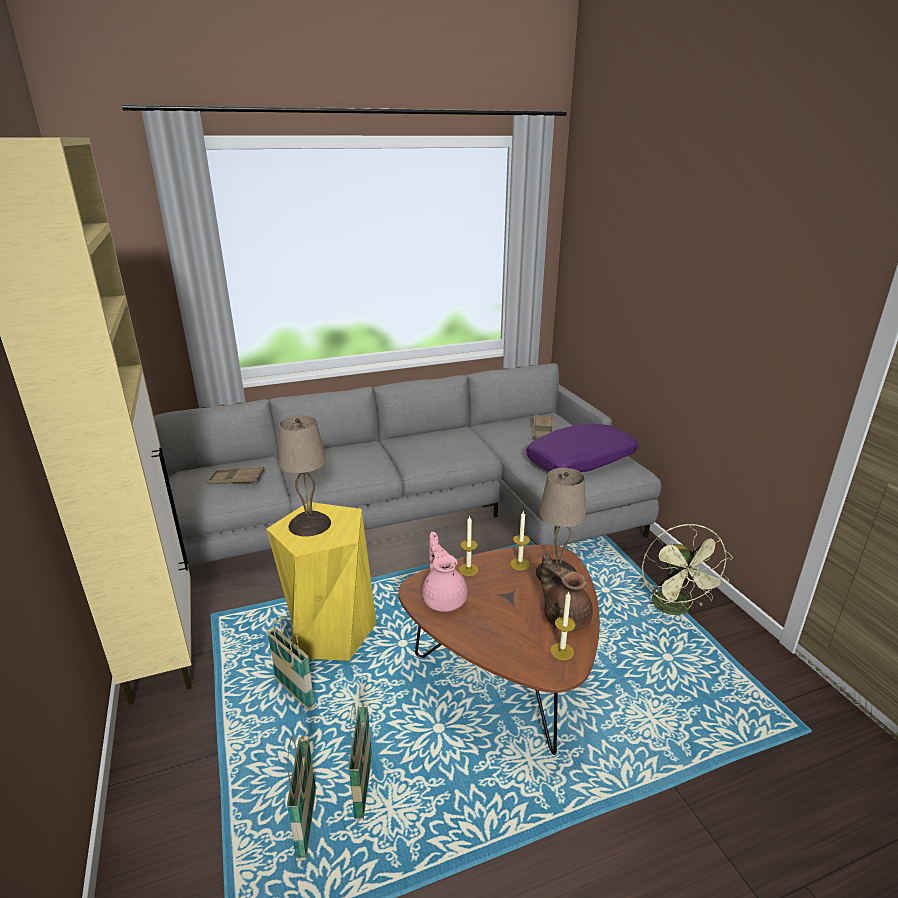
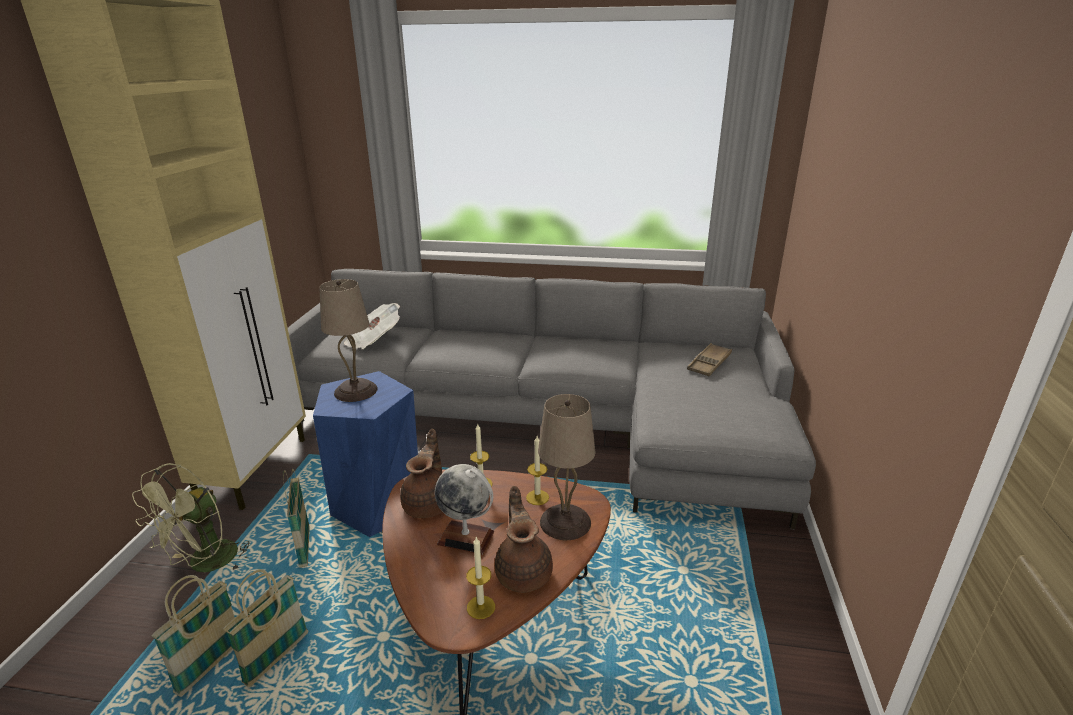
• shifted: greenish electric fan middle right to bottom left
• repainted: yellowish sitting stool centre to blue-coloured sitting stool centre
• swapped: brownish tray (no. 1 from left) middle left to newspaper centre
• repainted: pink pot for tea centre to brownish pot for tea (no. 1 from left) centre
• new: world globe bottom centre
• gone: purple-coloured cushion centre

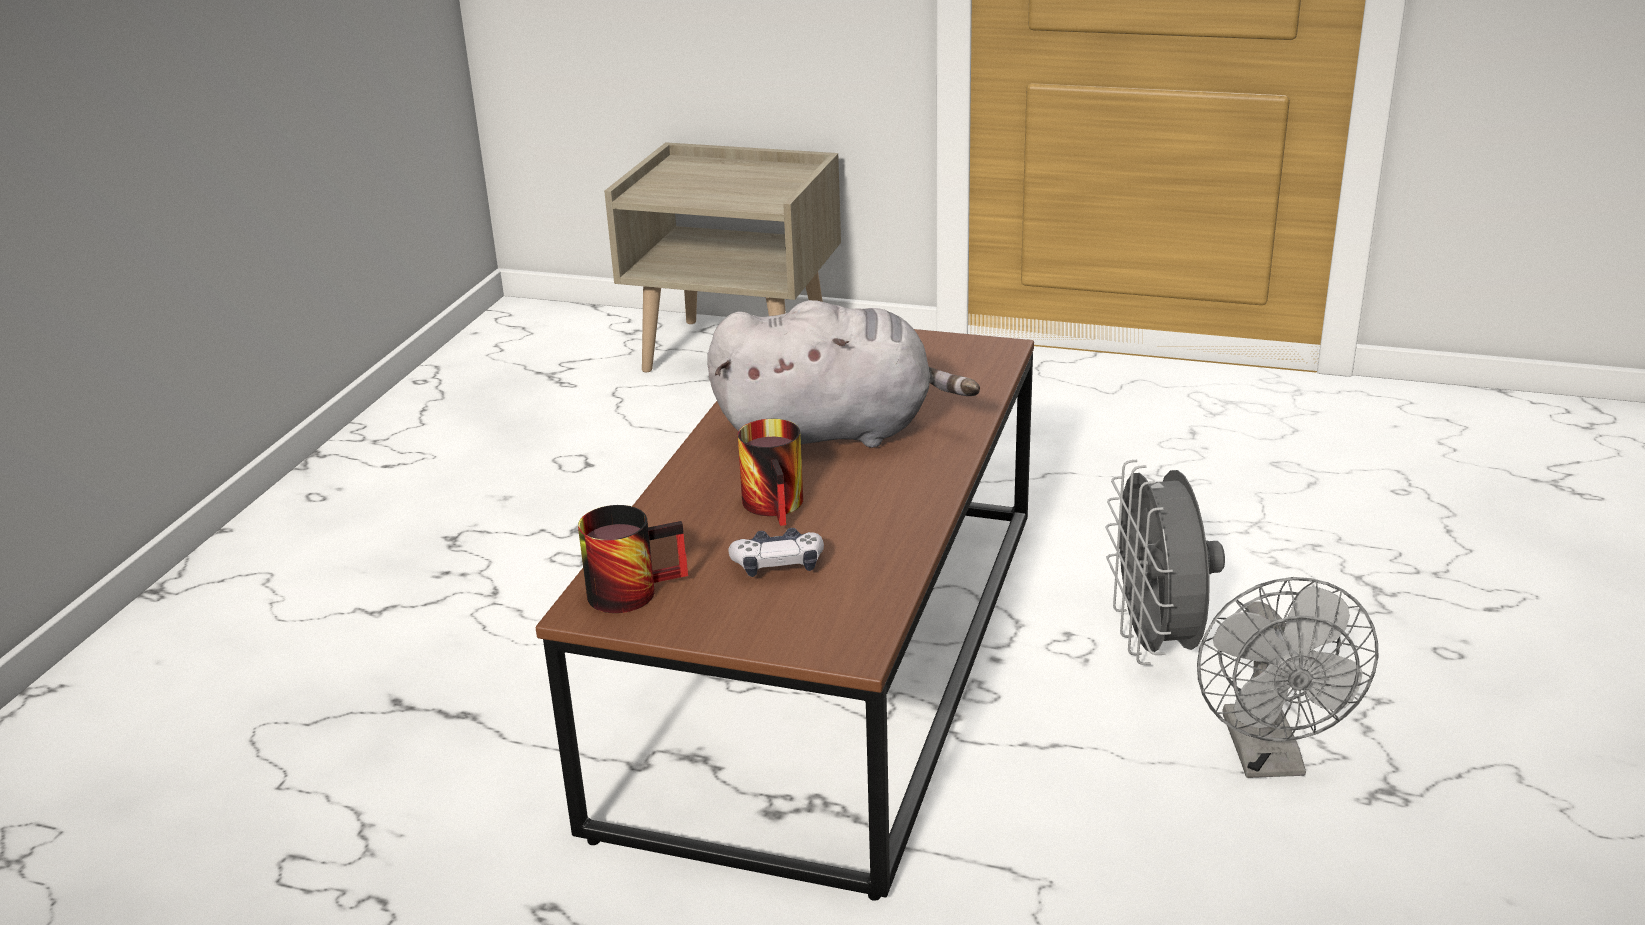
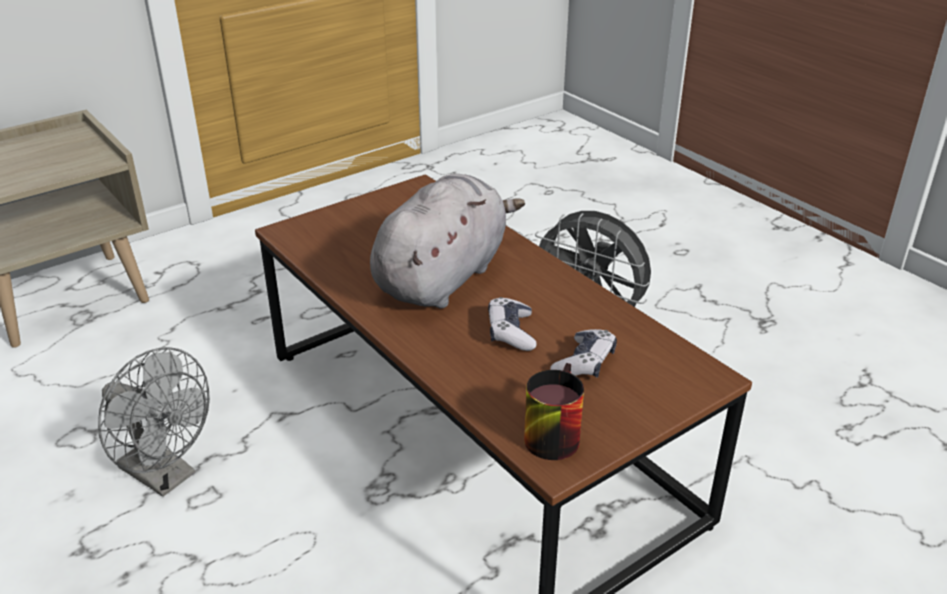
• shifted: gray electric fan (no. 2 from left in the first image) bottom right to gray electric fan (no. 1 from left) bottom left
• swapped: coffee mug (no. 2 from left) centre to joypad (no. 1 from left) centre

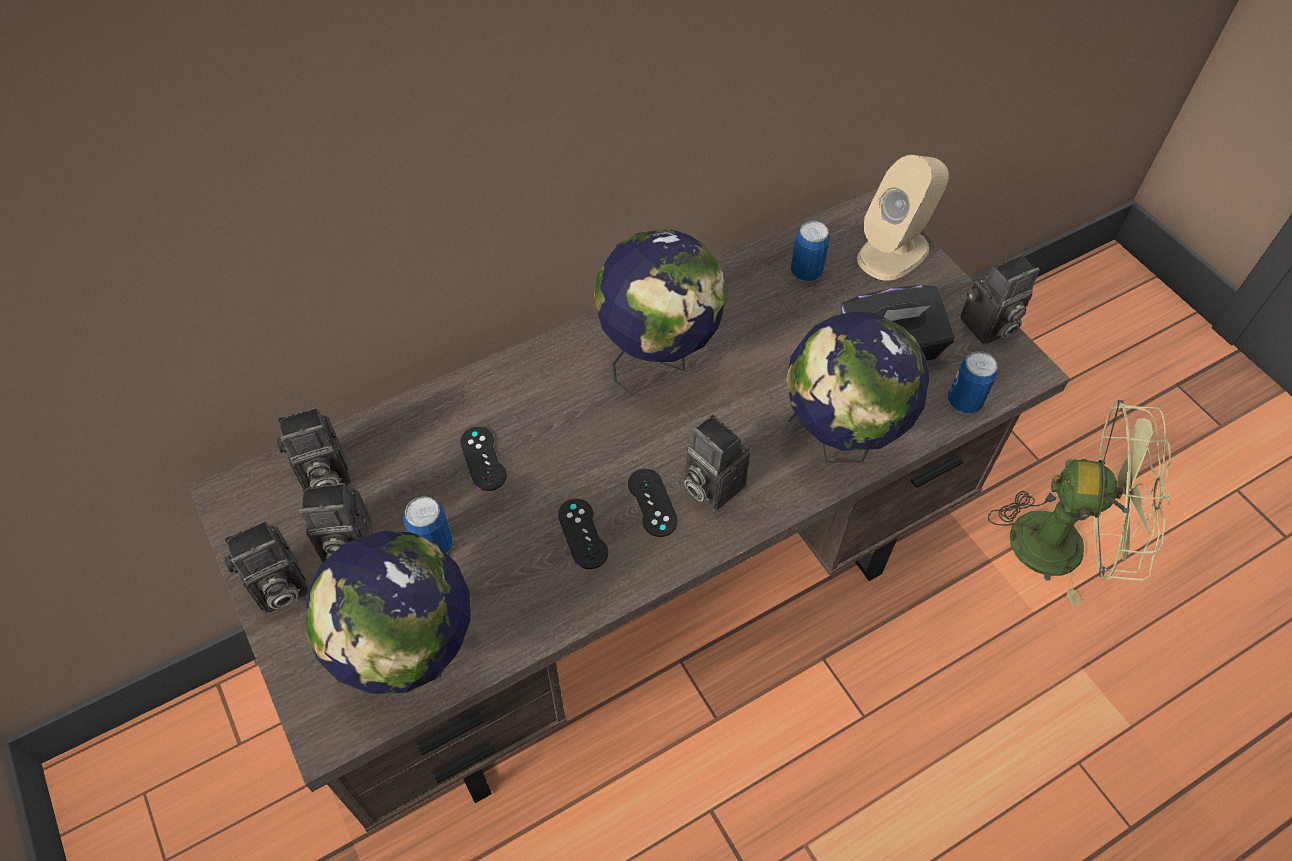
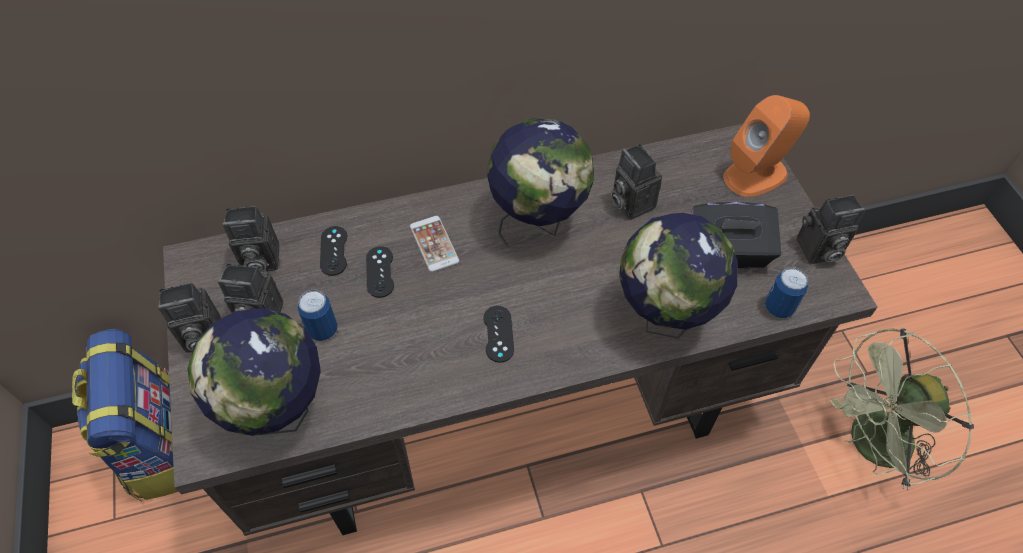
• new: rucksack bottom left
• shifted: black-coloured joypad (no. 2 from left in the first image) centre to black-coloured joypad (no. 1 from left) middle left
• new: telephone centre
• shifted: photo camera (no. 4 from left) centre to top centre
• repainted: sand-coloured audio speaker top right to orangey audio speaker top right
• rotated: greenish electric fan middle right = bottom right 135 degrees clockwise
• gone: sealed can (no. 2 from left) top centre

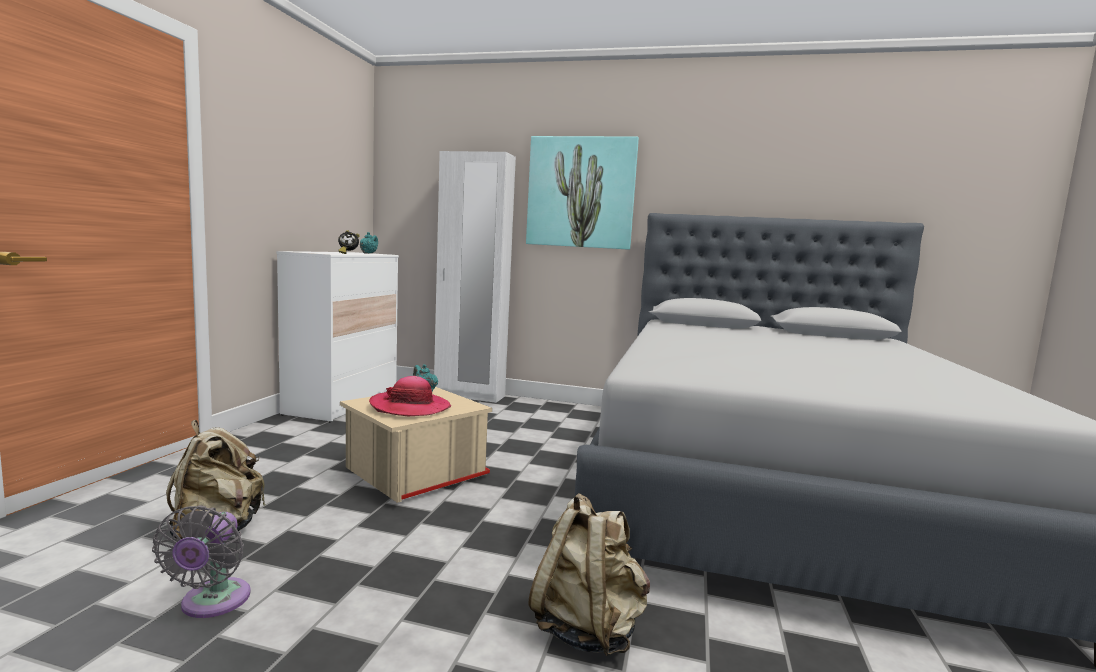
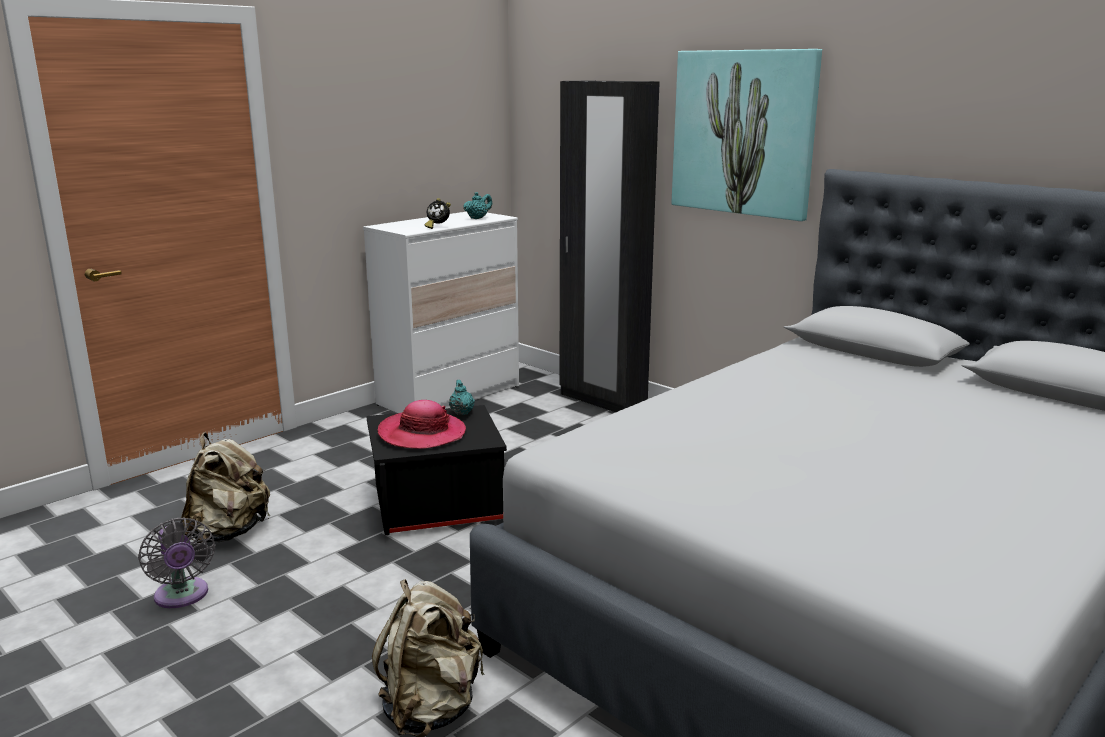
• rotated: gray electric fan bottom left = bottom left 60 degrees counterclockwise
• repainted: sand-coloured storage box centre to black-coloured storage box centre
• repainted: white-coloured wardrobe centre to black-coloured wardrobe centre

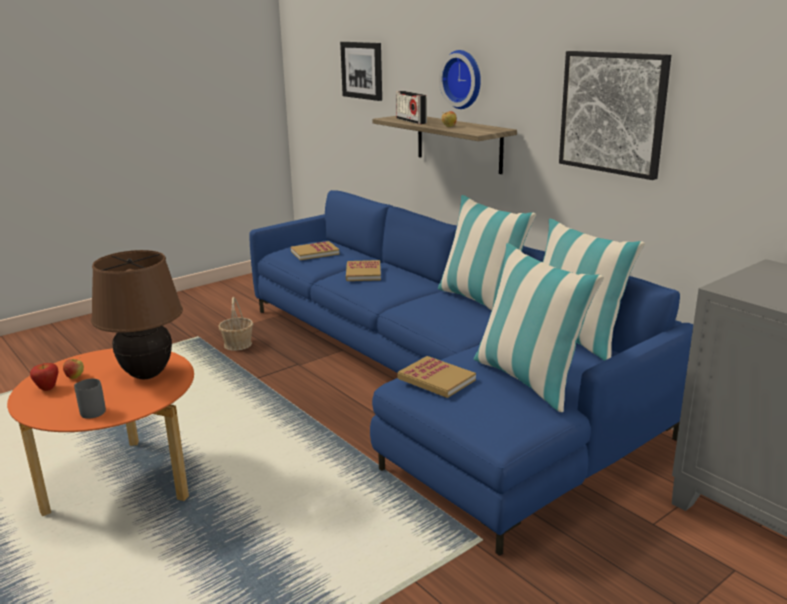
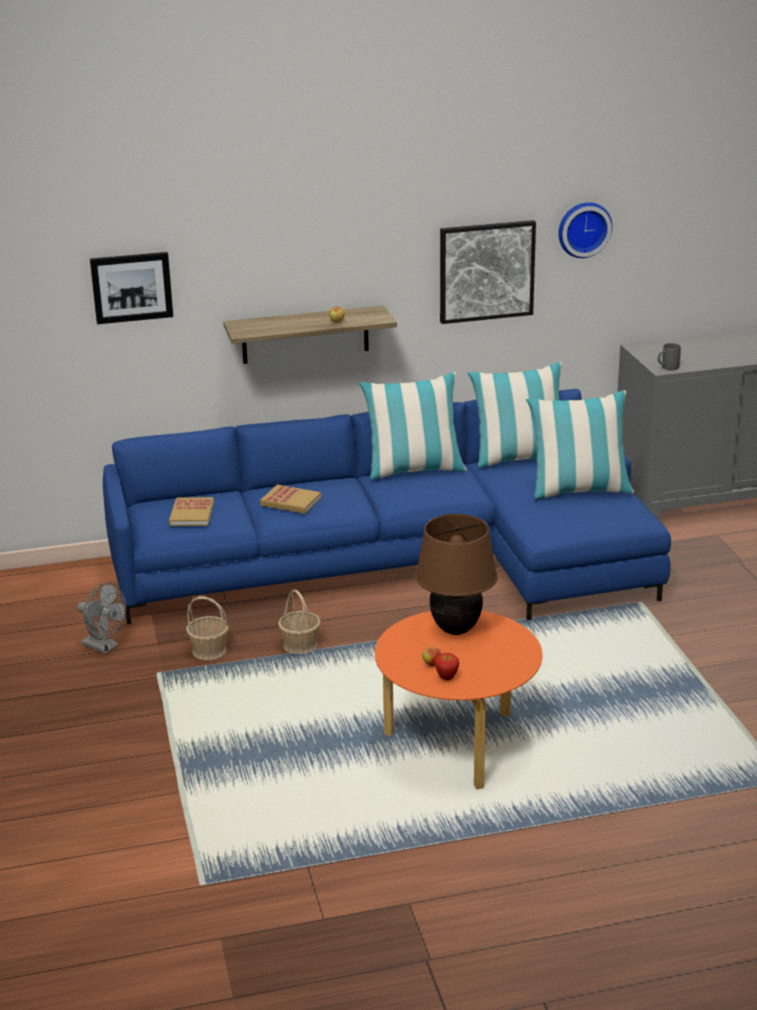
• new: gray electric fan middle left
• new: household basket (no. 2 from left) centre
• shifted: hanging clock top centre to top right
• shifted: gray coffee mug middle left to middle right
• gone: radio set top centre
• gone: bound book (no. 3 from left) centre

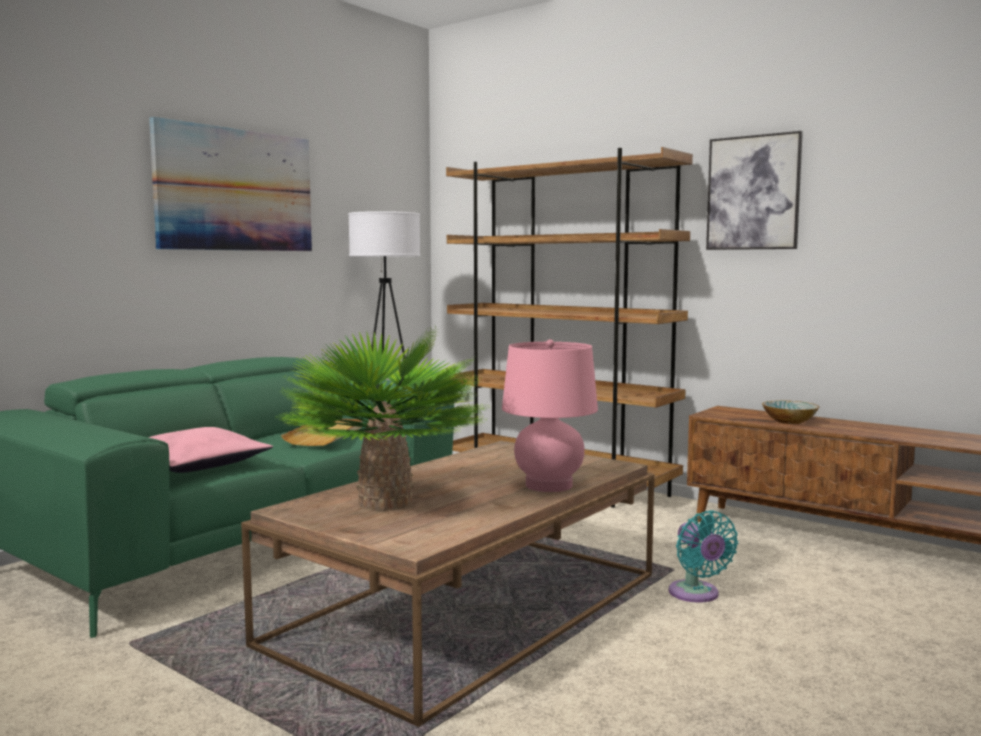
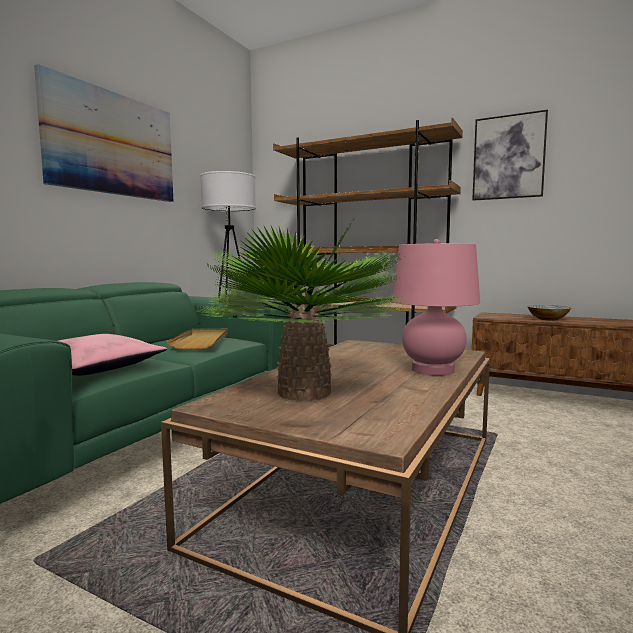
• gone: turquoise-coloured electric fan bottom right

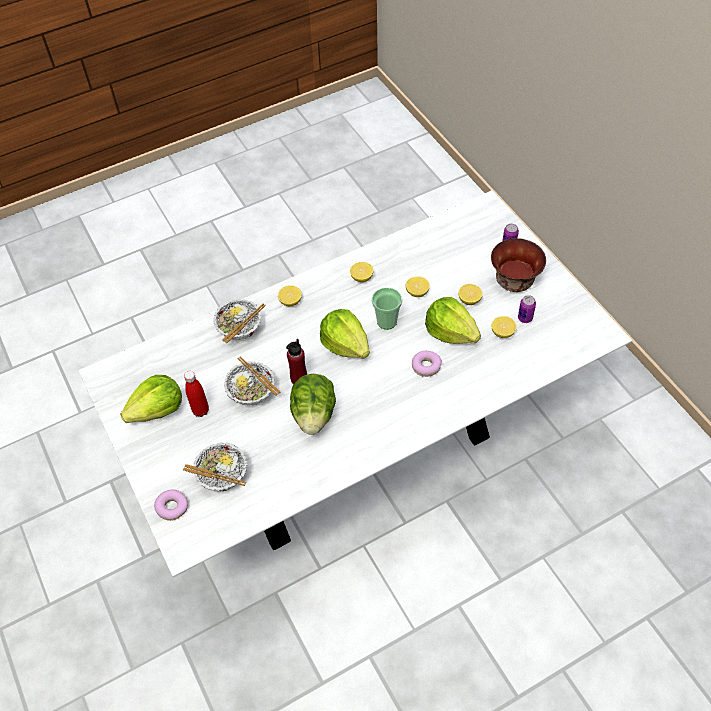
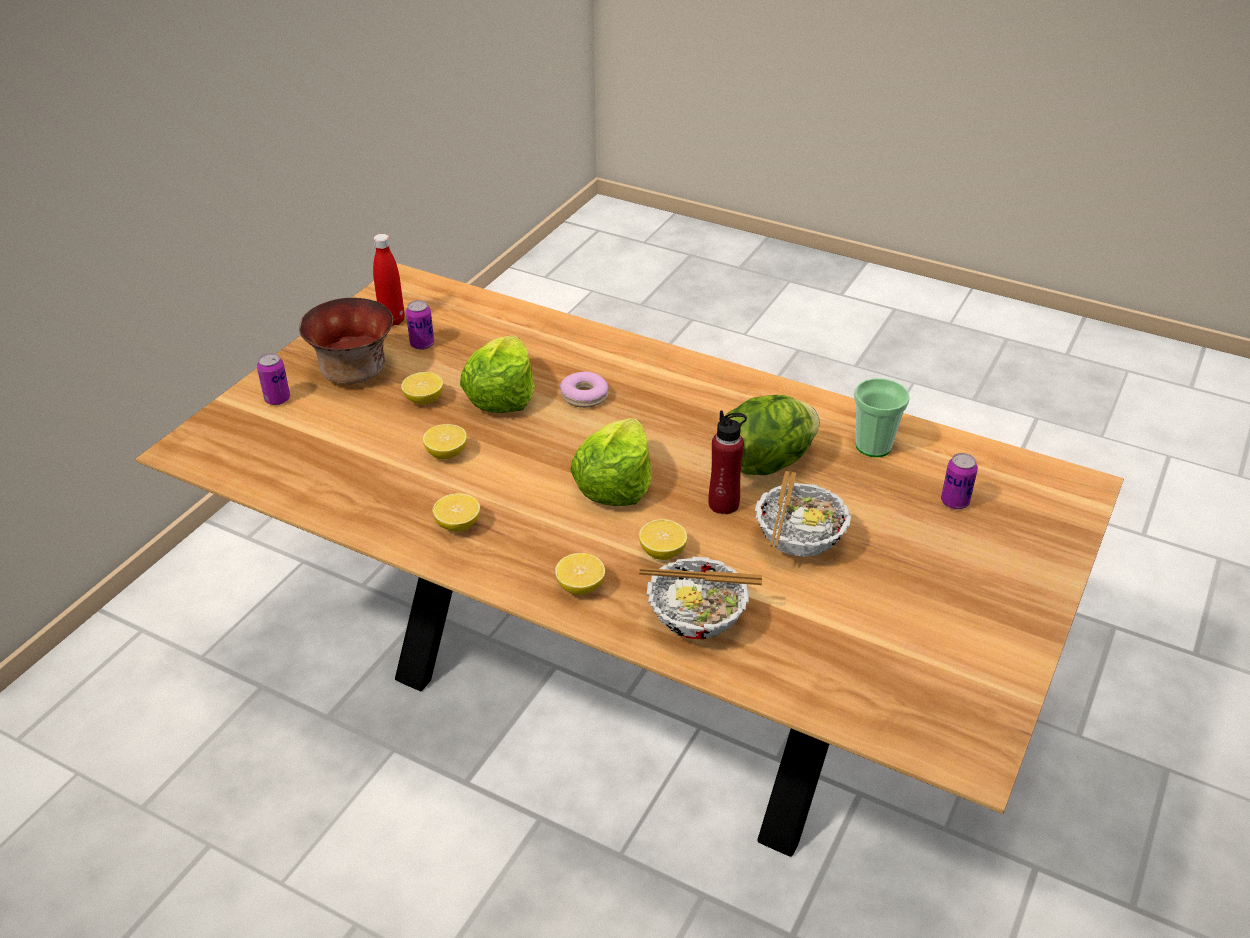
• repainted: white-coloured dinner table centre to brownish dinner table centre
• shifted: red bottle (no. 1 from left) middle left to top left
• shifted: whole lemon (no. 5 from left) middle right to centre
• shifted: small cup centre to middle right
• swapped: serving bowl (no. 1 from left) middle left to sealed can (no. 3 from left) middle right
• gone: lettuce (no. 1 from left) middle left
• gone: donut (no. 1 from left) bottom left

